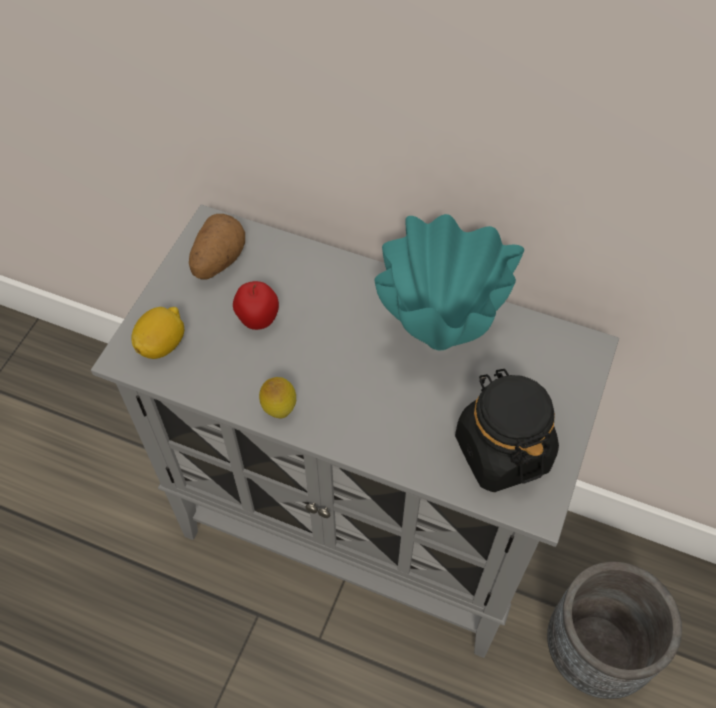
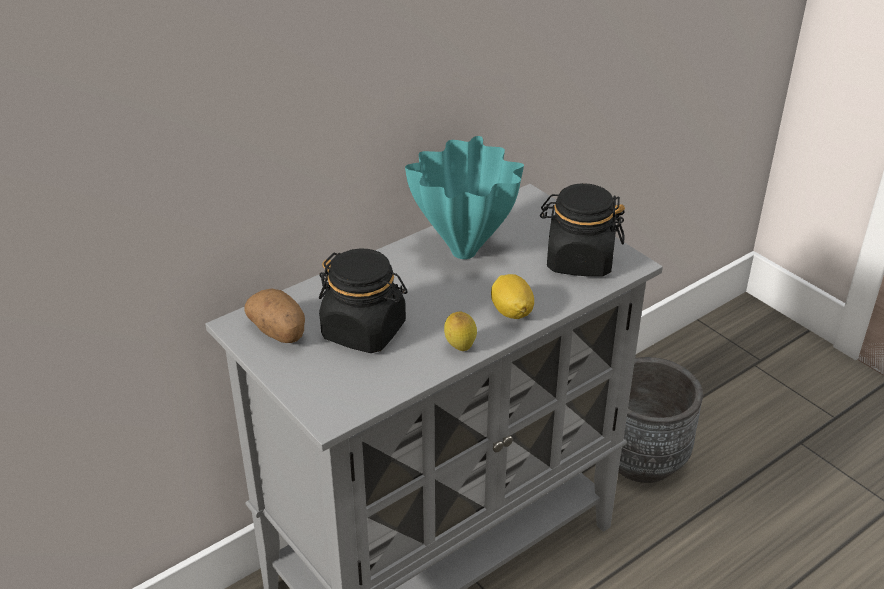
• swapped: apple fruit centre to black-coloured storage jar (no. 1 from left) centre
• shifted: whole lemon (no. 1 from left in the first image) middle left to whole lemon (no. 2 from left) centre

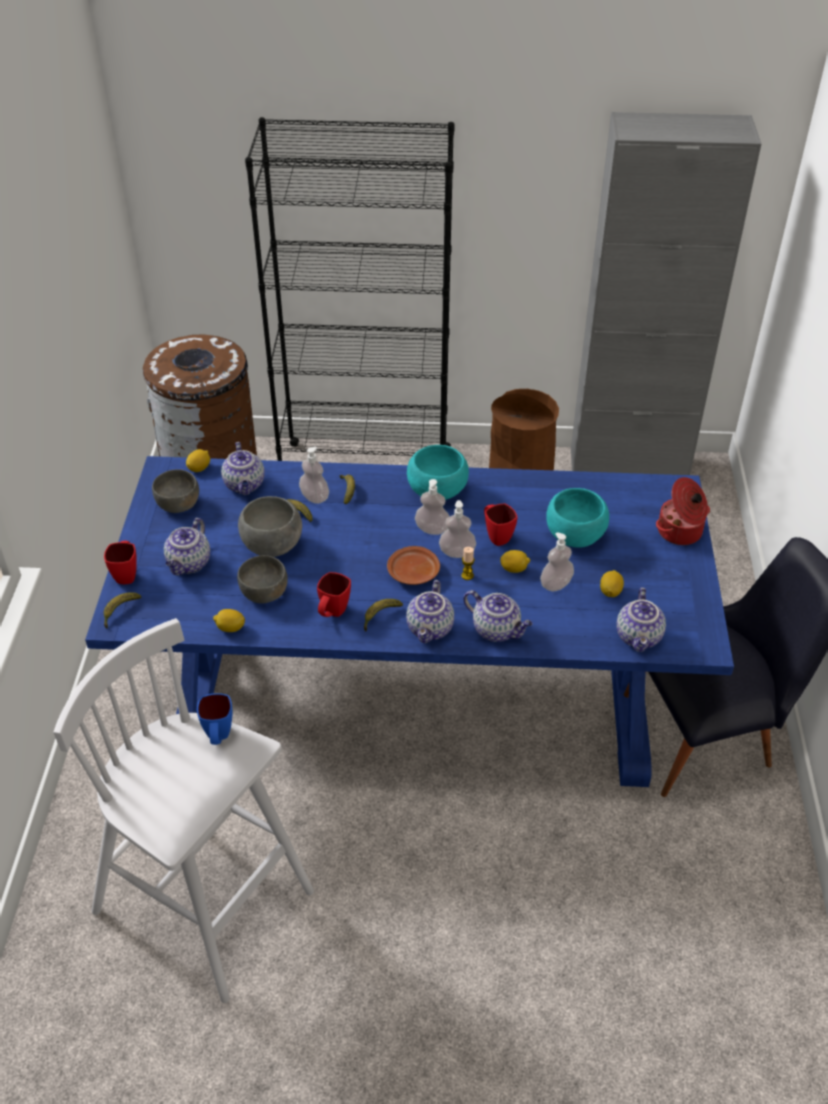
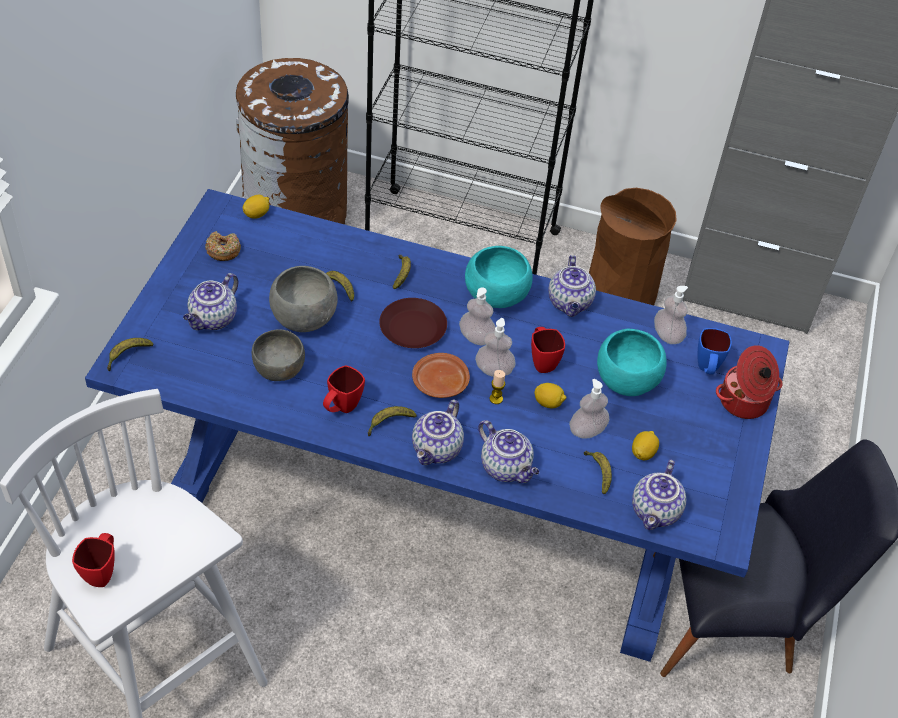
• shifted: red coffee mug (no. 1 from left) middle left to bottom left
• swapped: gray serving bowl (no. 1 from left) middle left to donut middle left
• new: brownish flat dish (no. 1 from left) centre
• shifted: pot for tea (no. 2 from left in the first image) middle left to pot for tea (no. 4 from left) centre
• new: banana fruit (no. 5 from left) centre
• shifted: soap dispenser (no. 1 from left in the first image) centre to soap dispenser (no. 4 from left) middle right
• shifted: blue-coloured coffee mug middle left to middle right
• gone: whole lemon (no. 2 from left) middle left

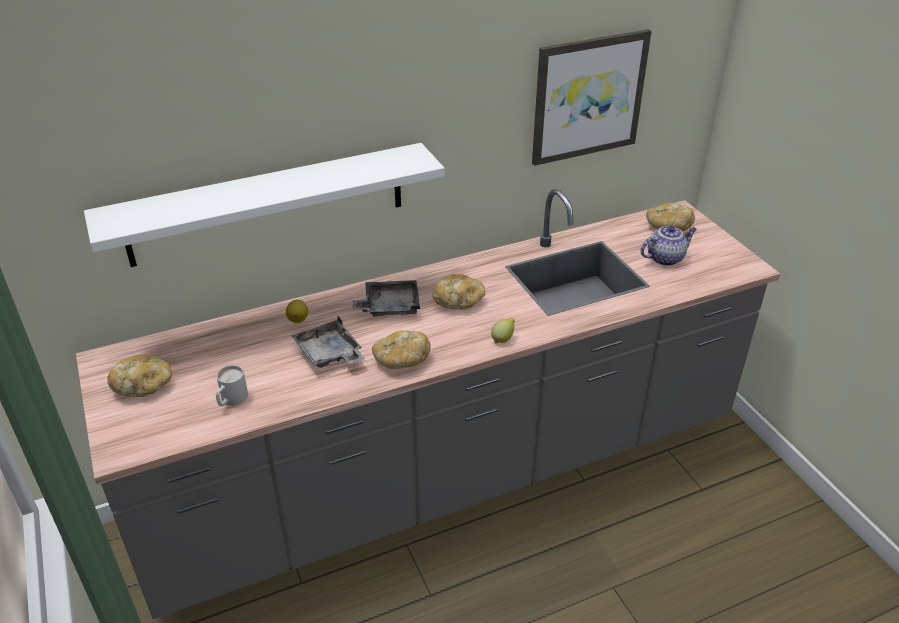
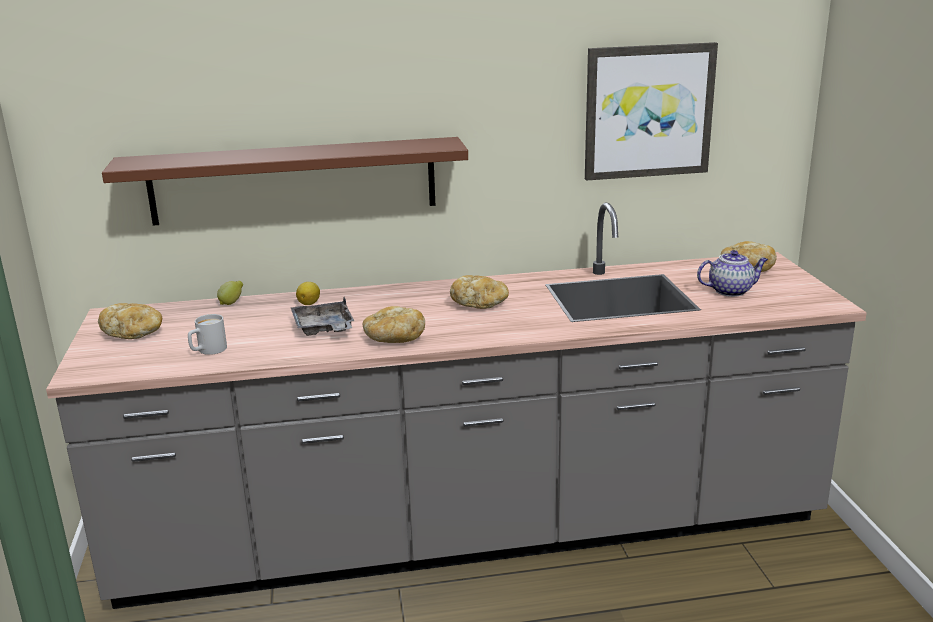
• repainted: white-coloured wall shelf top left to brownish wall shelf top left
• shifted: whole lemon (no. 2 from left in the first image) centre to whole lemon (no. 1 from left) middle left
• gone: gray tray (no. 2 from left) centre

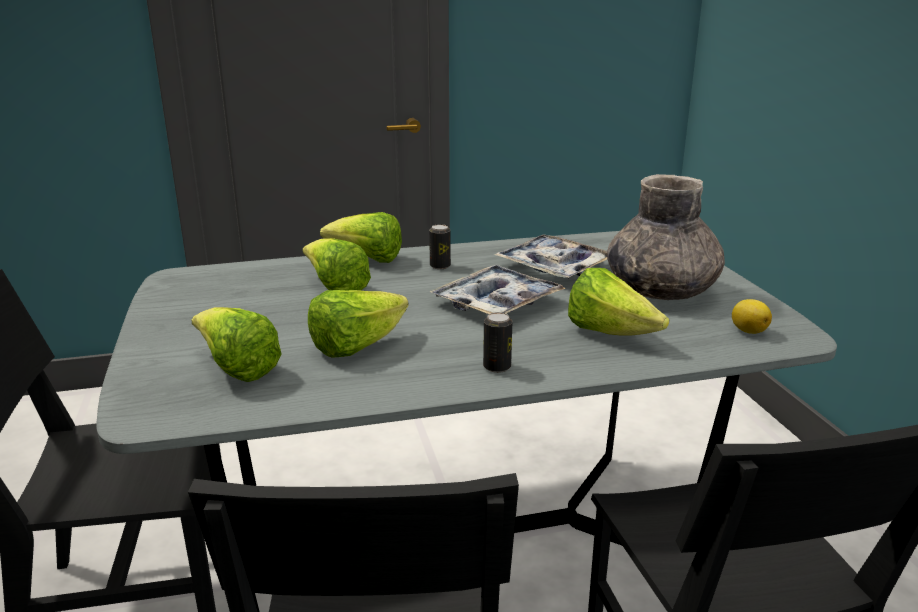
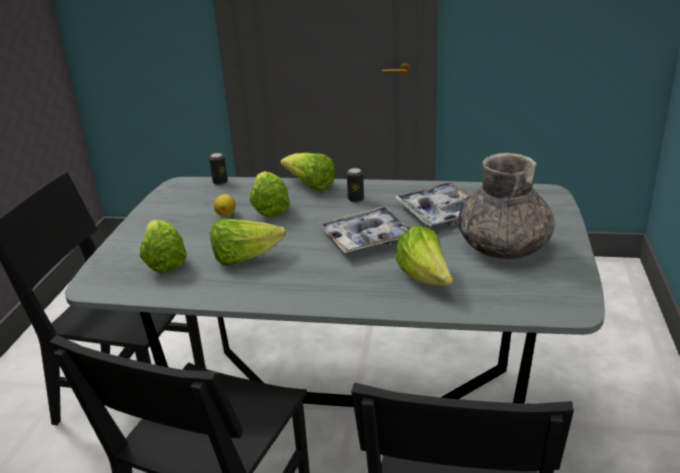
• shifted: sealed can (no. 2 from left in the first image) centre to sealed can (no. 1 from left) middle left
• shifted: whole lemon middle right to middle left

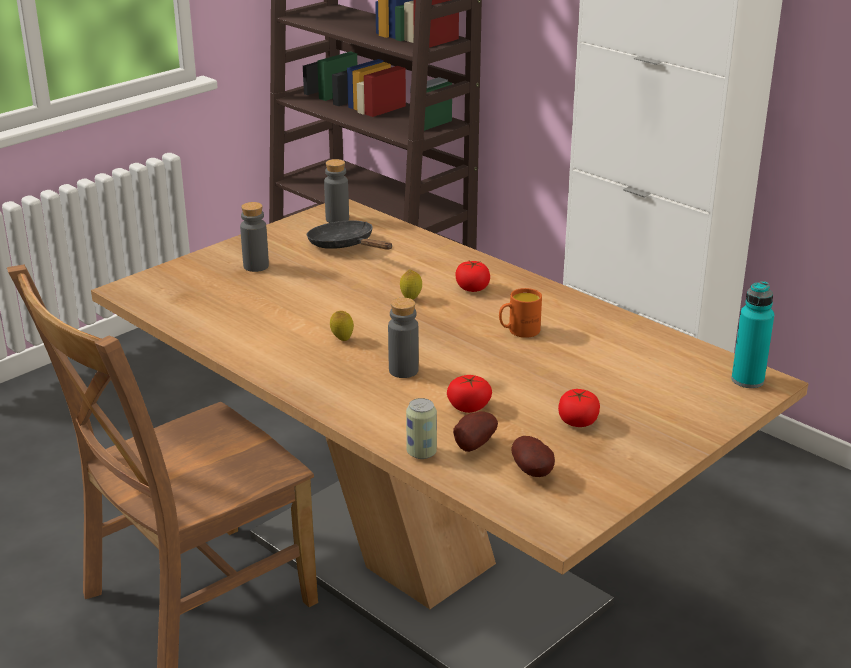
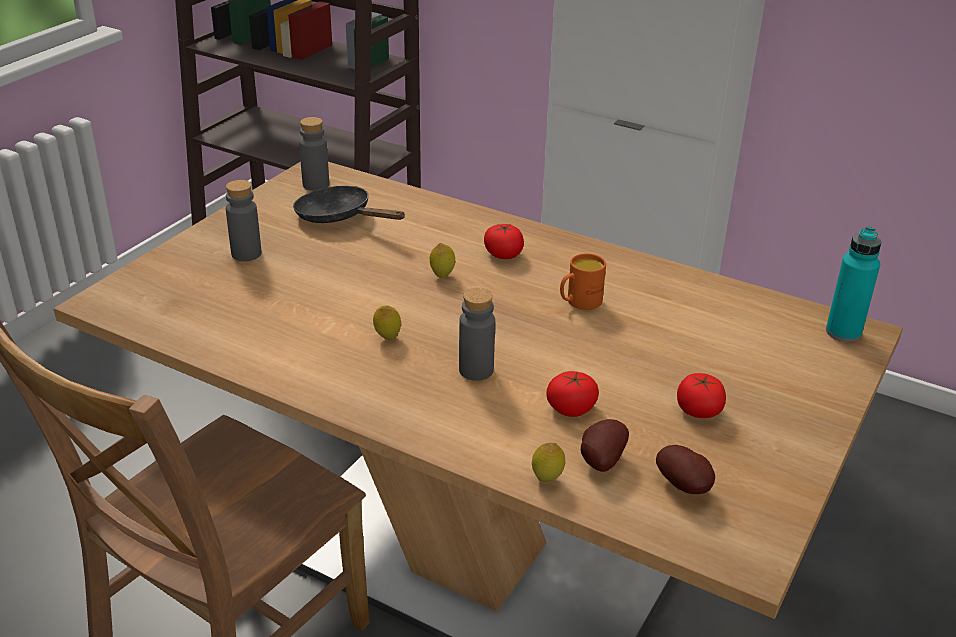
• swapped: sealed can centre to whole lemon (no. 3 from left) bottom centre

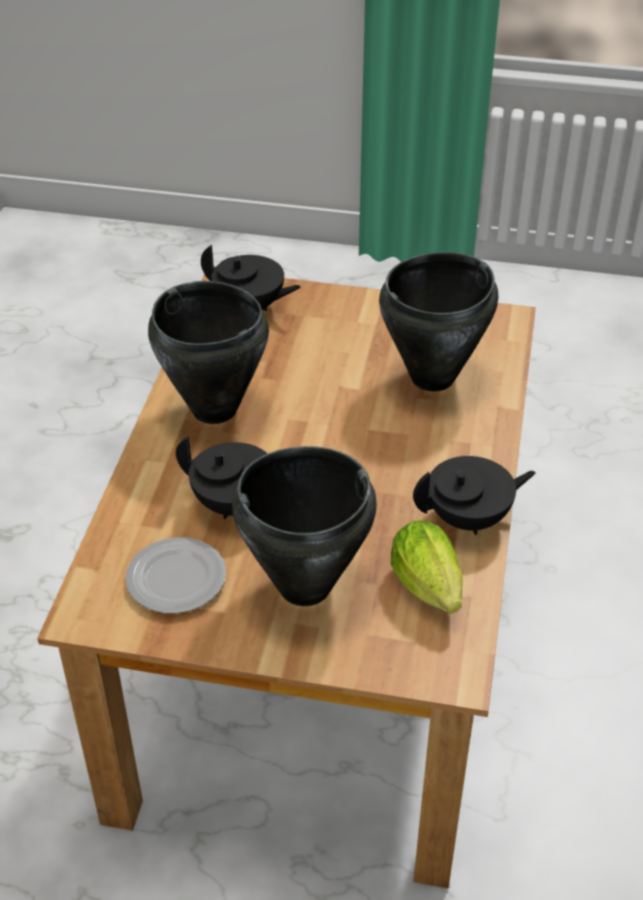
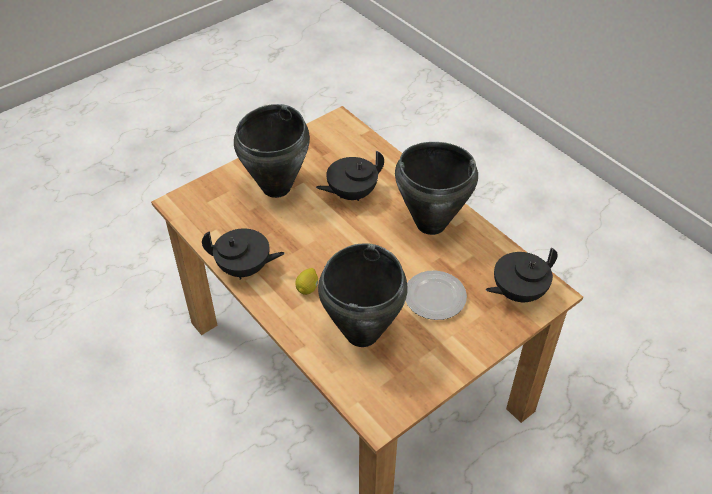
• rotated: black-coloured pot for tea (no. 3 from left in the first image) middle right = centre 105 degrees counterclockwise
• new: whole lemon centre
• shifted: flat dish middle left to centre
• gone: lettuce centre

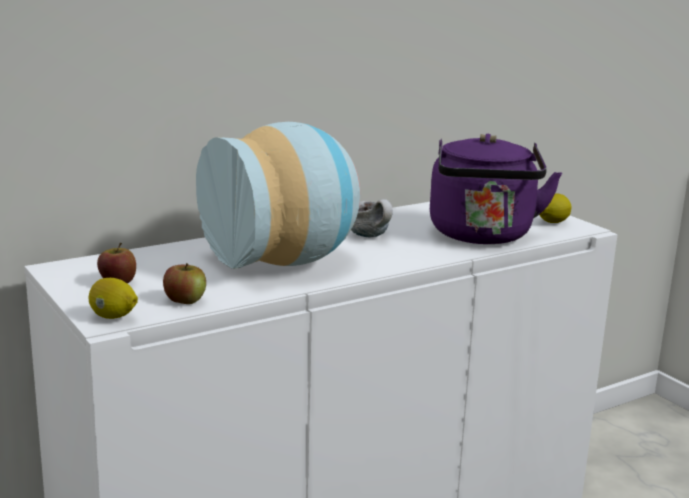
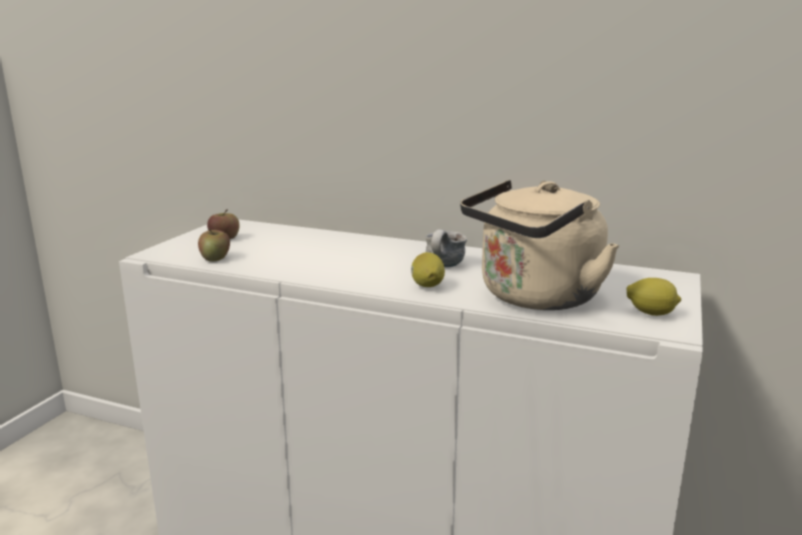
• shifted: whole lemon (no. 1 from left) middle left to centre
• repainted: purple-coloured tea kettle middle right to sand-coloured tea kettle middle right
• gone: decorative vase centre

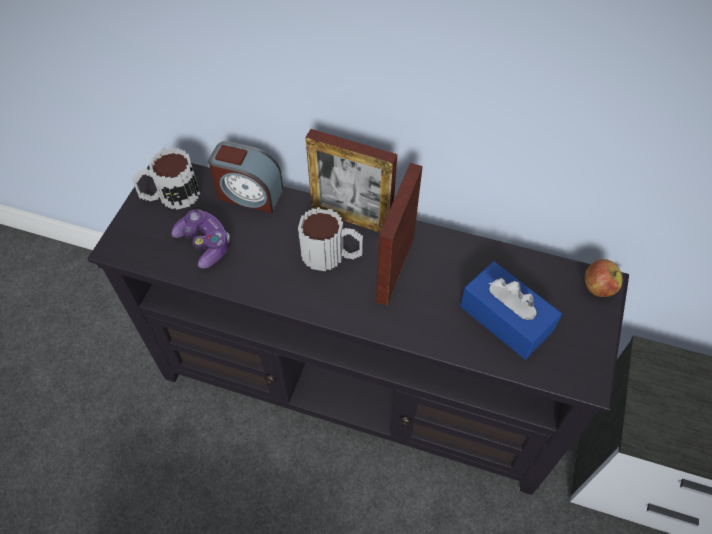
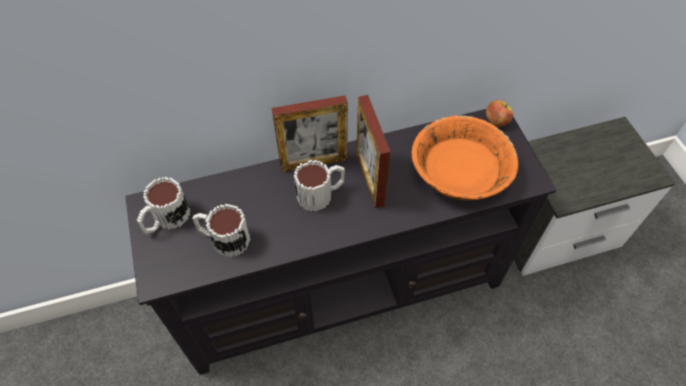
• swapped: joypad middle left to coffee mug (no. 2 from left) middle left
• swapped: blue-coloured tissue box middle right to orangey serving bowl middle right
• gone: table clock top centre

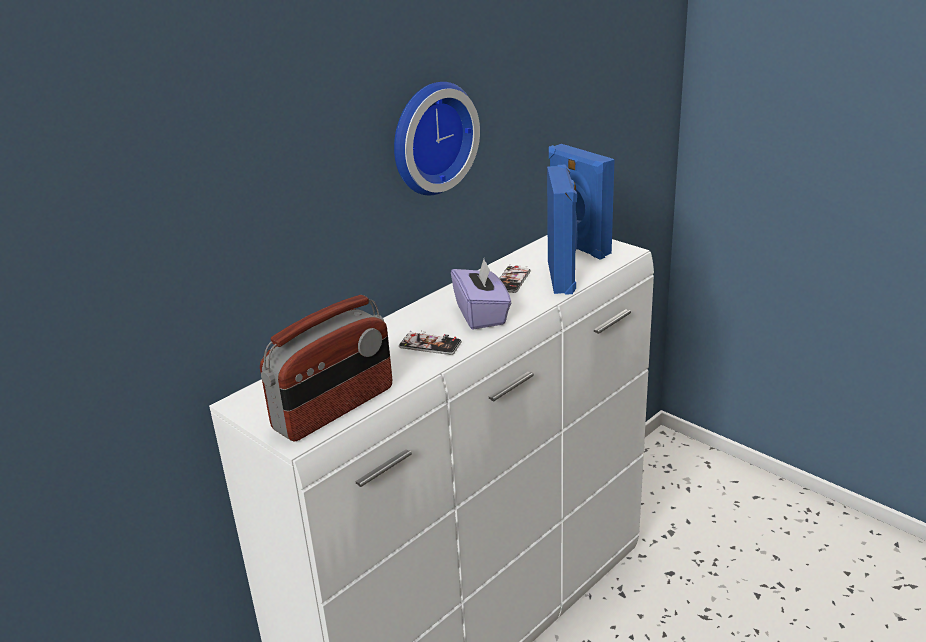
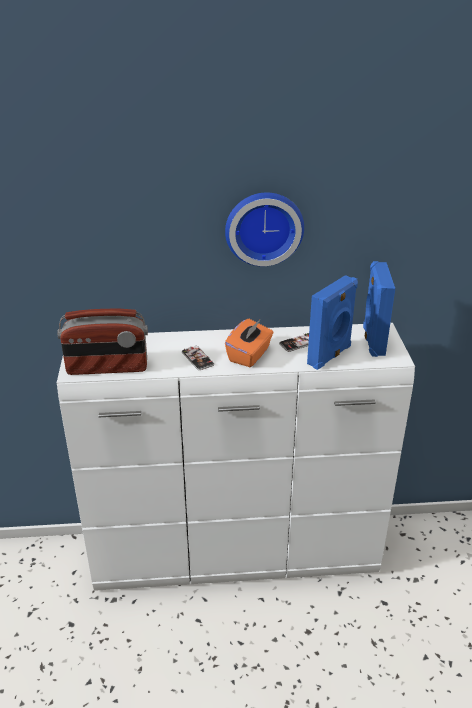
• repainted: purple-coloured tissue box centre to orangey tissue box centre

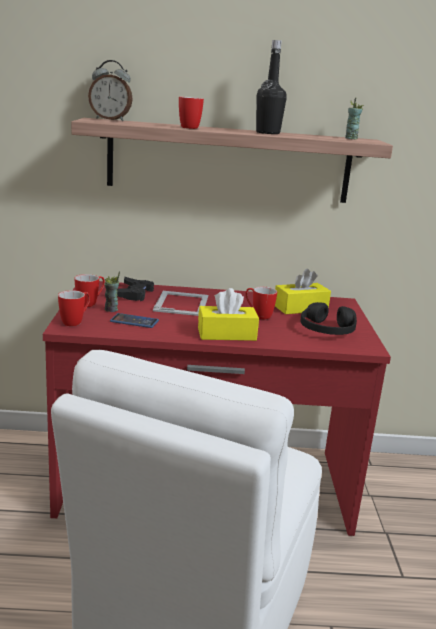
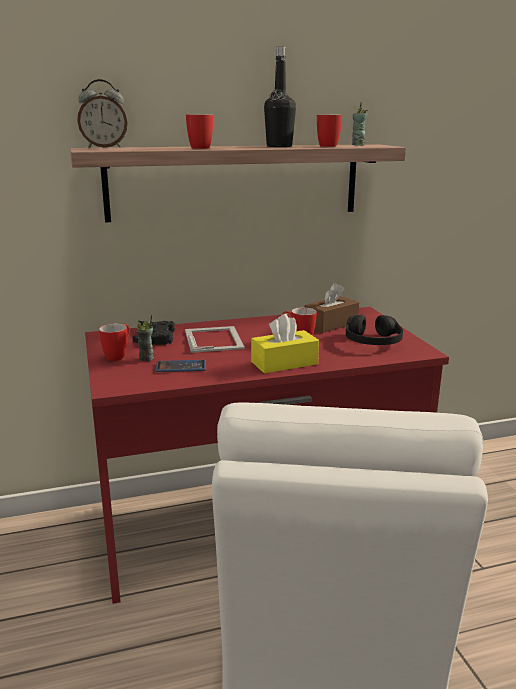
• repainted: yellowish tissue box (no. 2 from left) middle right to brownish tissue box centre
• shifted: coffee mug (no. 1 from left in the first image) middle left to coffee mug (no. 4 from left) top centre

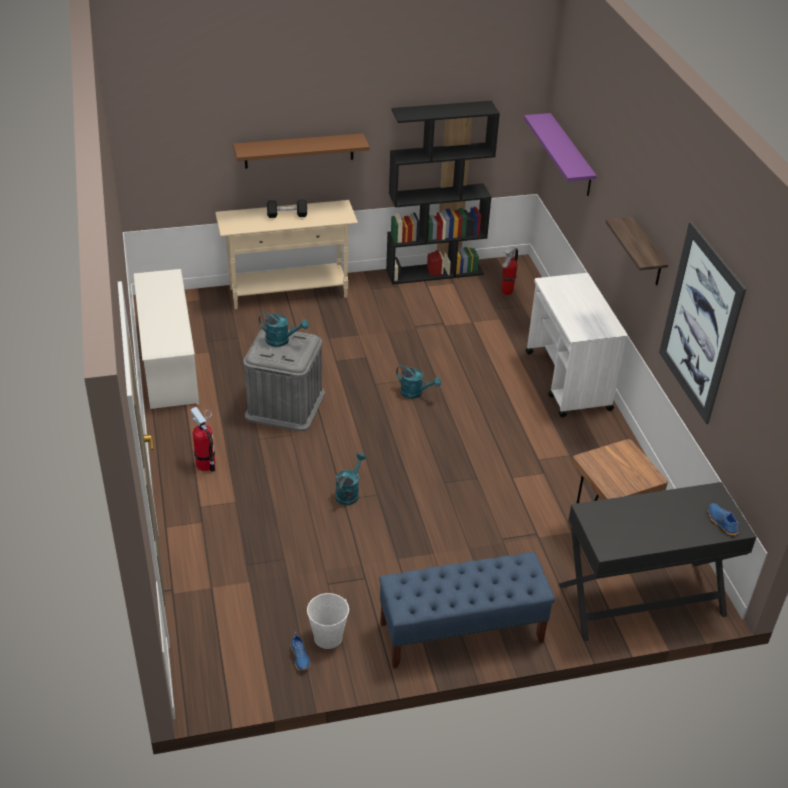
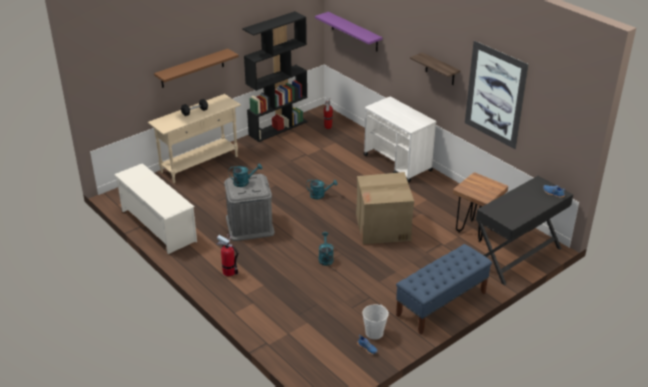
• new: packing box centre

